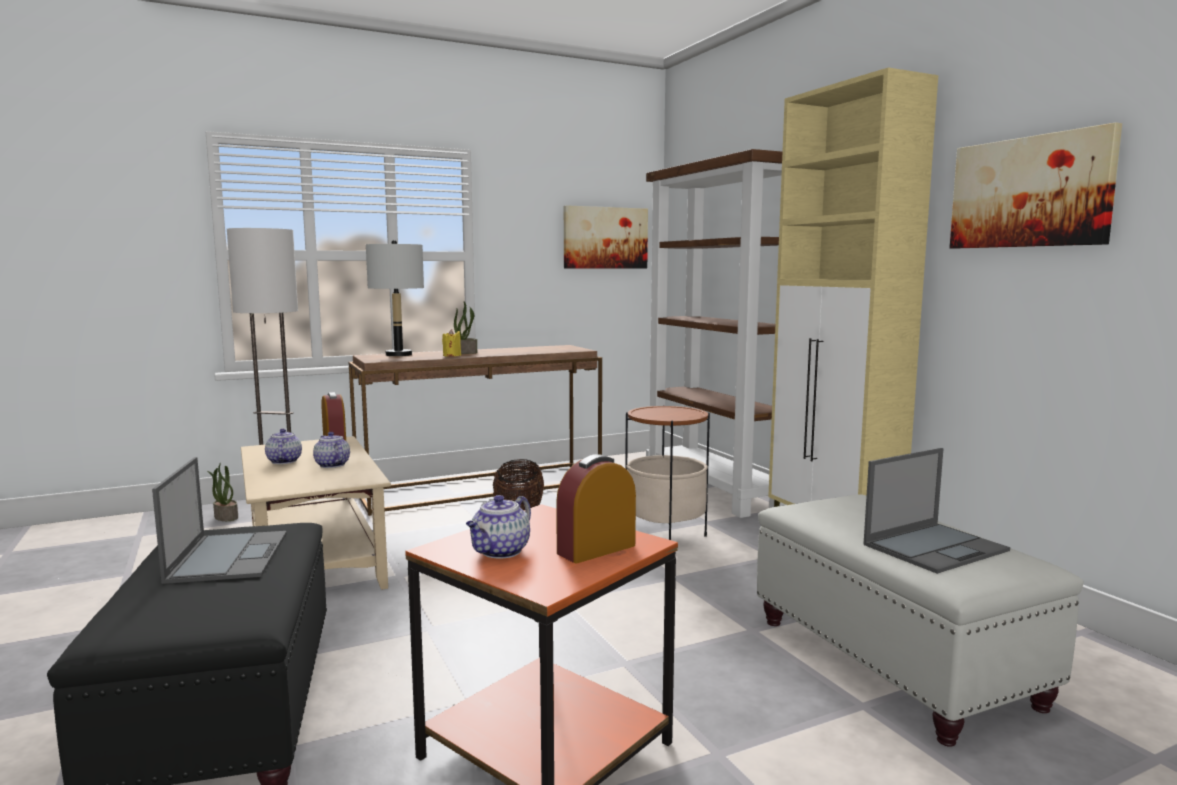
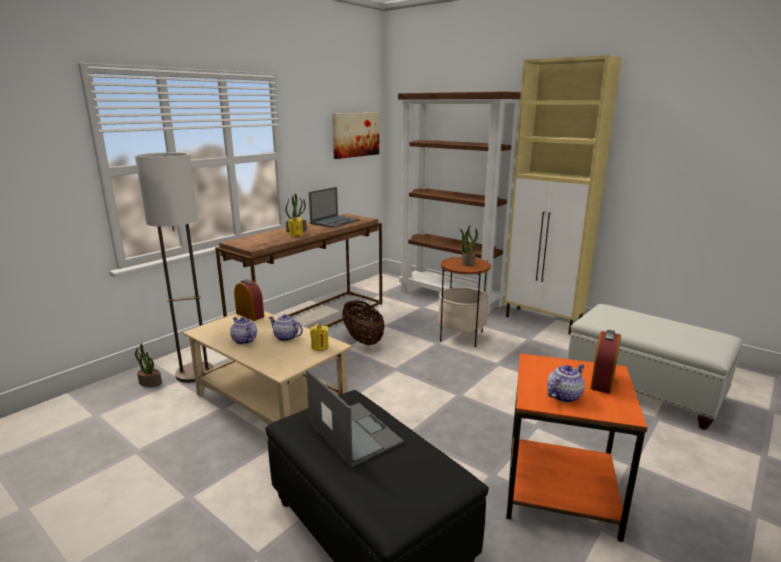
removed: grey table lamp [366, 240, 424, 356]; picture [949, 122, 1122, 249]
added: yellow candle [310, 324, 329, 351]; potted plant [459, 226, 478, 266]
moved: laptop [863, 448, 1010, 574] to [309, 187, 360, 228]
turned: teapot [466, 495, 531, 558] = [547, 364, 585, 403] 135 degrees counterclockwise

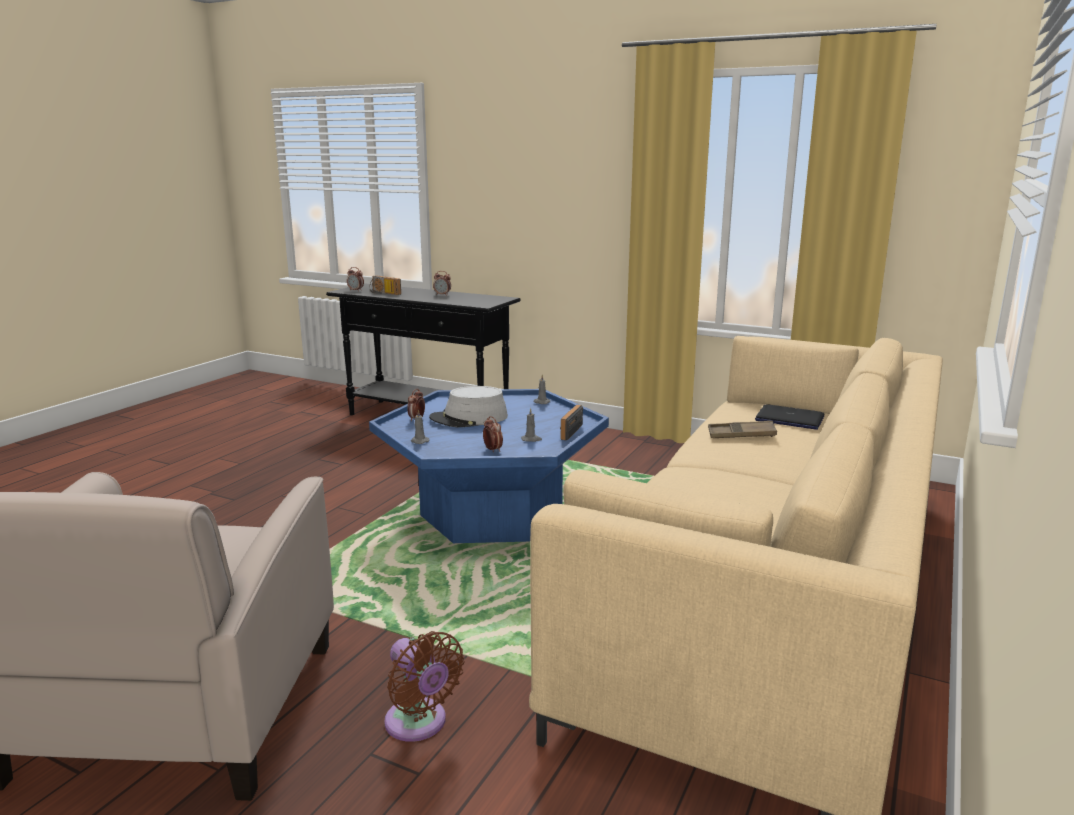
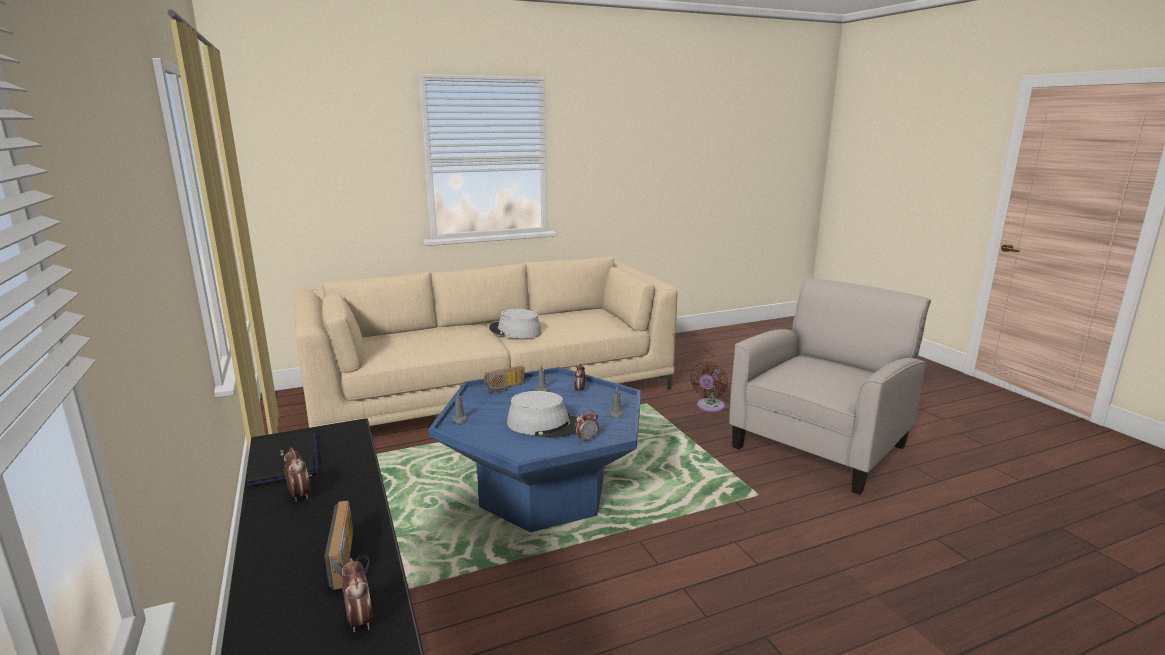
removed: brown tray [708, 421, 777, 438]
added: grey hat [489, 309, 542, 338]
moved: laptop [755, 405, 824, 430] to [247, 432, 319, 487]
turned: brown fan [384, 631, 464, 742] = [690, 362, 728, 412] 150 degrees counterclockwise

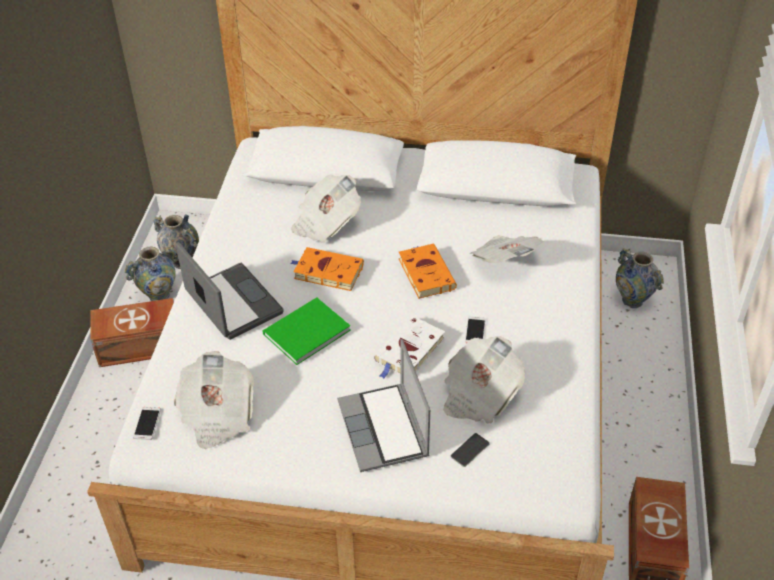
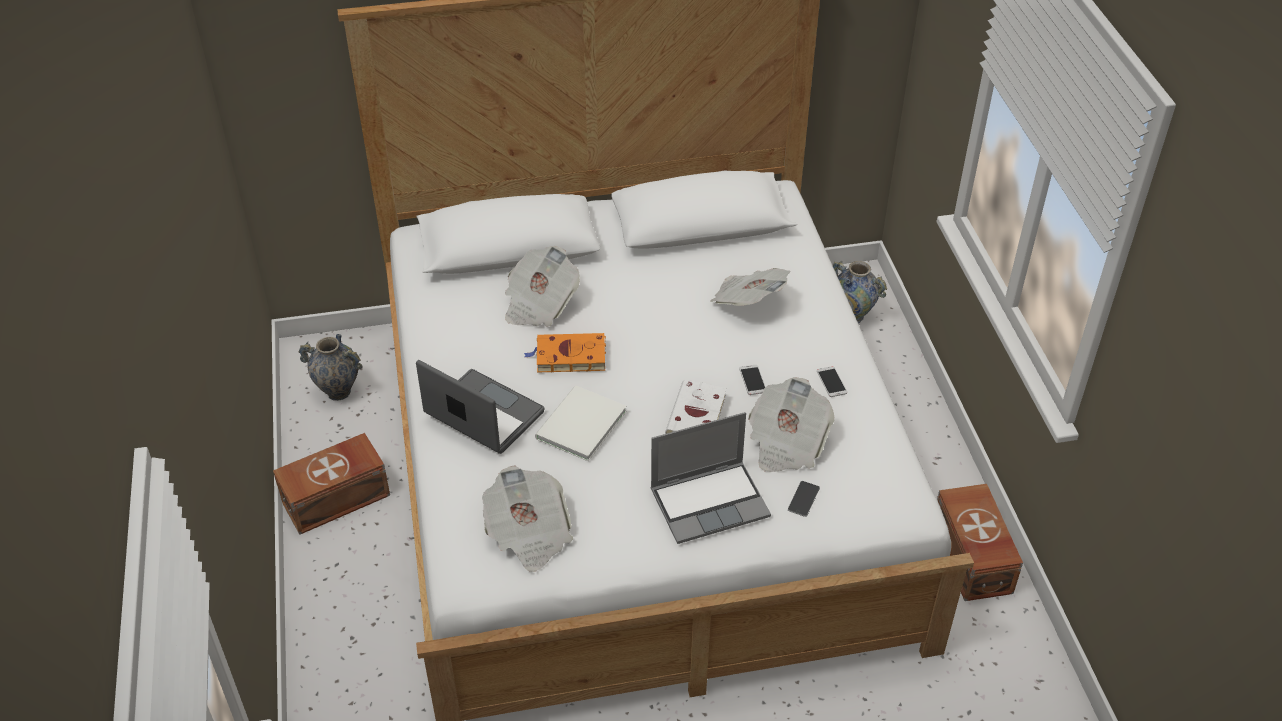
removed: vase [125, 246, 178, 301]; orange book [399, 244, 457, 299]
moved: phone [133, 407, 161, 440] to [817, 366, 847, 397]
recoloured: green book [262, 297, 351, 365] to white book [535, 386, 627, 461]
turned: laptop [337, 339, 430, 472] = [650, 412, 771, 544] 75 degrees counterclockwise

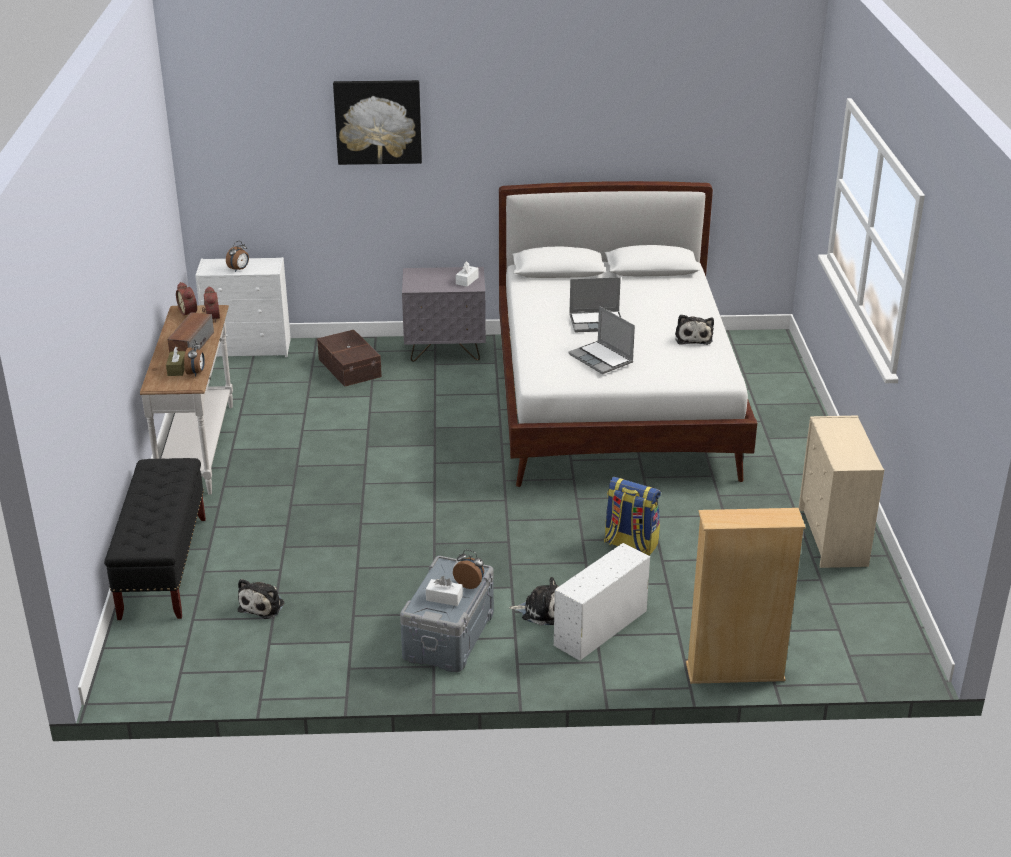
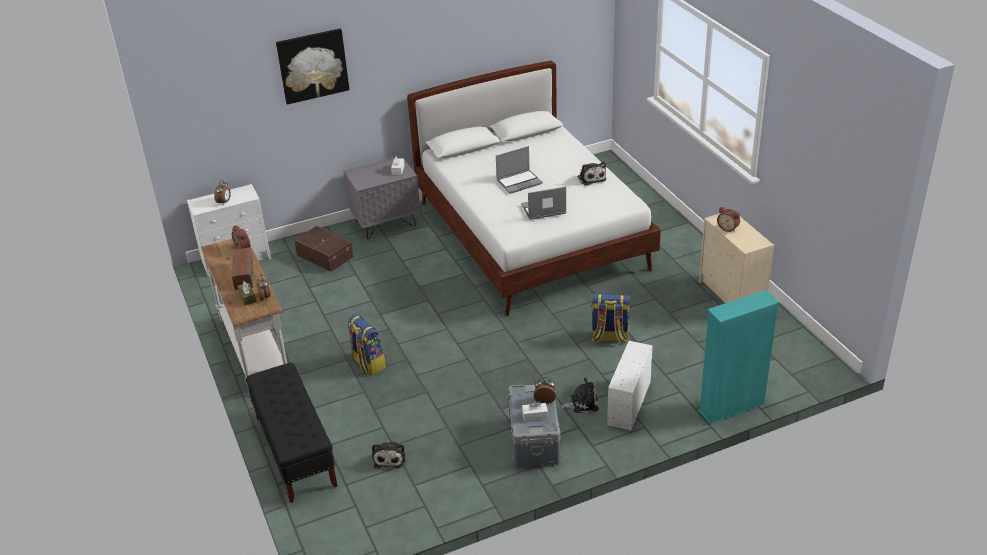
added: backpack [347, 314, 386, 375]
moved: alarm clock [176, 282, 197, 315] to [717, 207, 740, 232]
recoloured: beige bookcase [686, 508, 806, 684] to turquoise bookcase [698, 290, 779, 424]
turned: laptop [568, 306, 635, 374] = [521, 186, 567, 220] 135 degrees clockwise

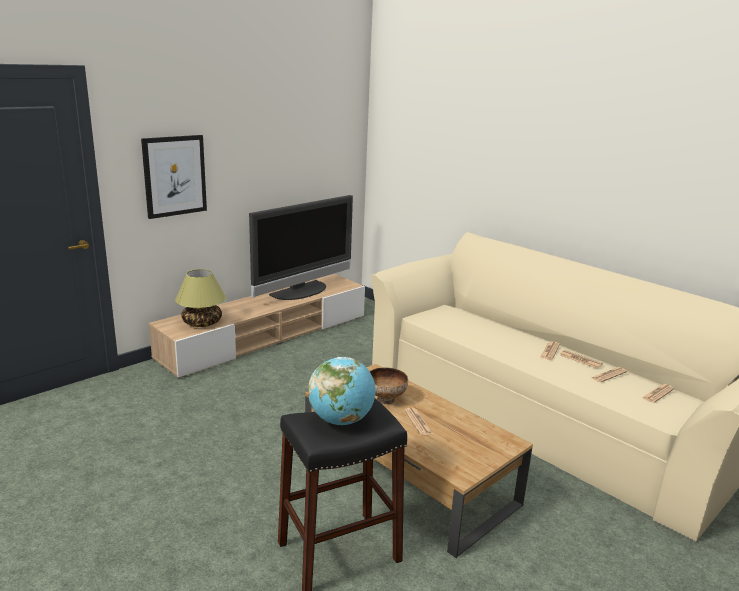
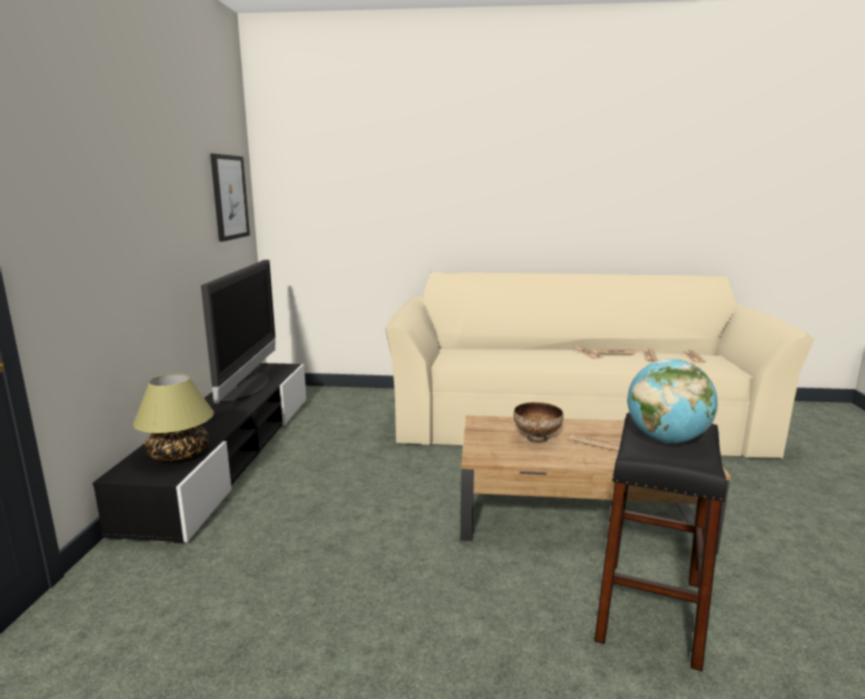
moved: picture [141, 135, 207, 219] to [210, 154, 250, 242]
recoloured: beige tv stand [149, 274, 365, 378] to black tv stand [93, 363, 306, 544]

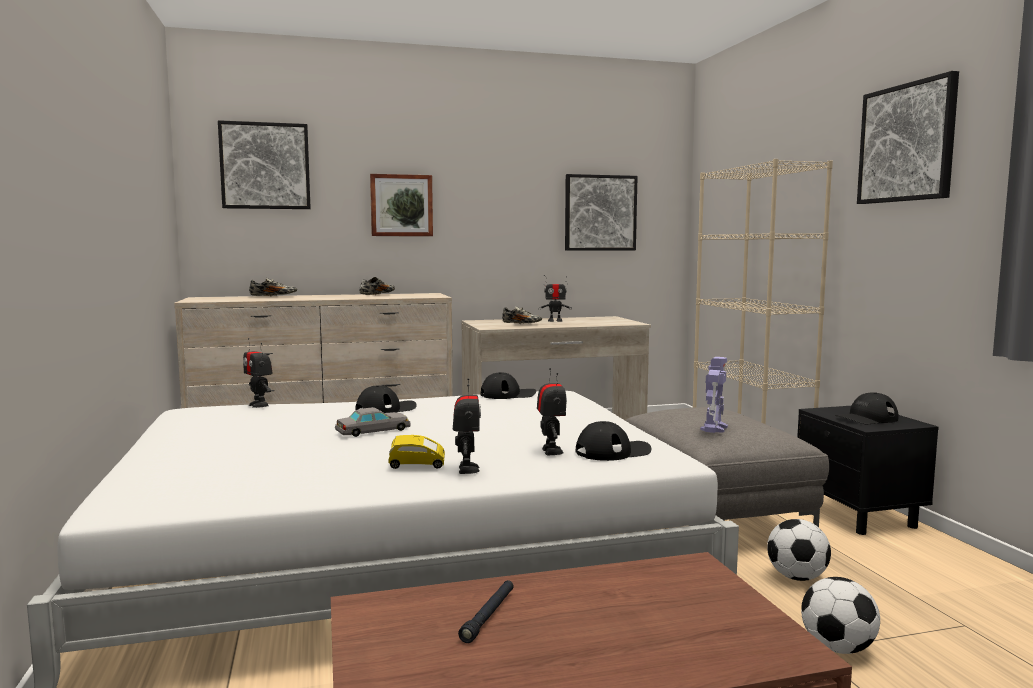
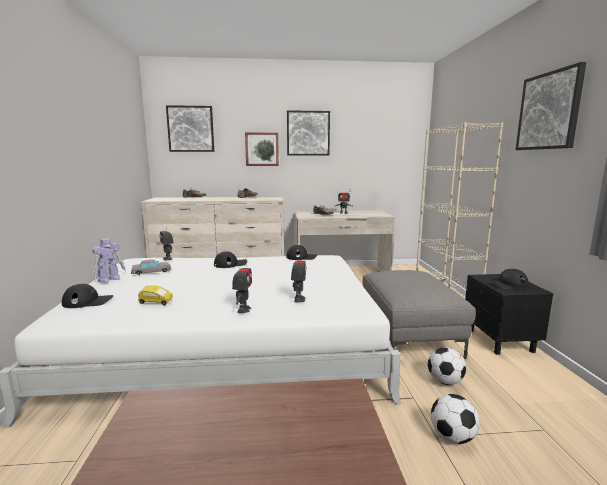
removed: black flashlight [458, 580, 514, 643]
moved: black cap [576, 421, 651, 461] to [62, 284, 113, 308]; toy robot [700, 357, 728, 433] to [92, 238, 126, 283]; grey toy car [335, 407, 410, 437] to [131, 260, 171, 275]; yellow toy car [388, 435, 445, 469] to [138, 285, 173, 305]; picture [565, 174, 638, 251] to [287, 110, 330, 155]

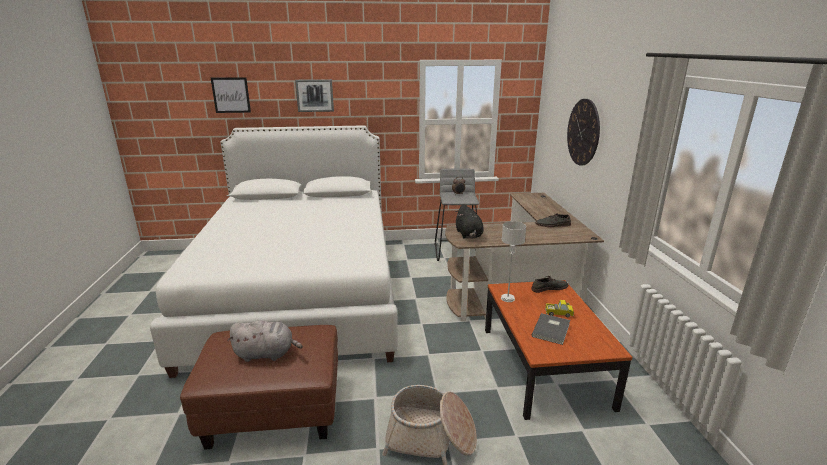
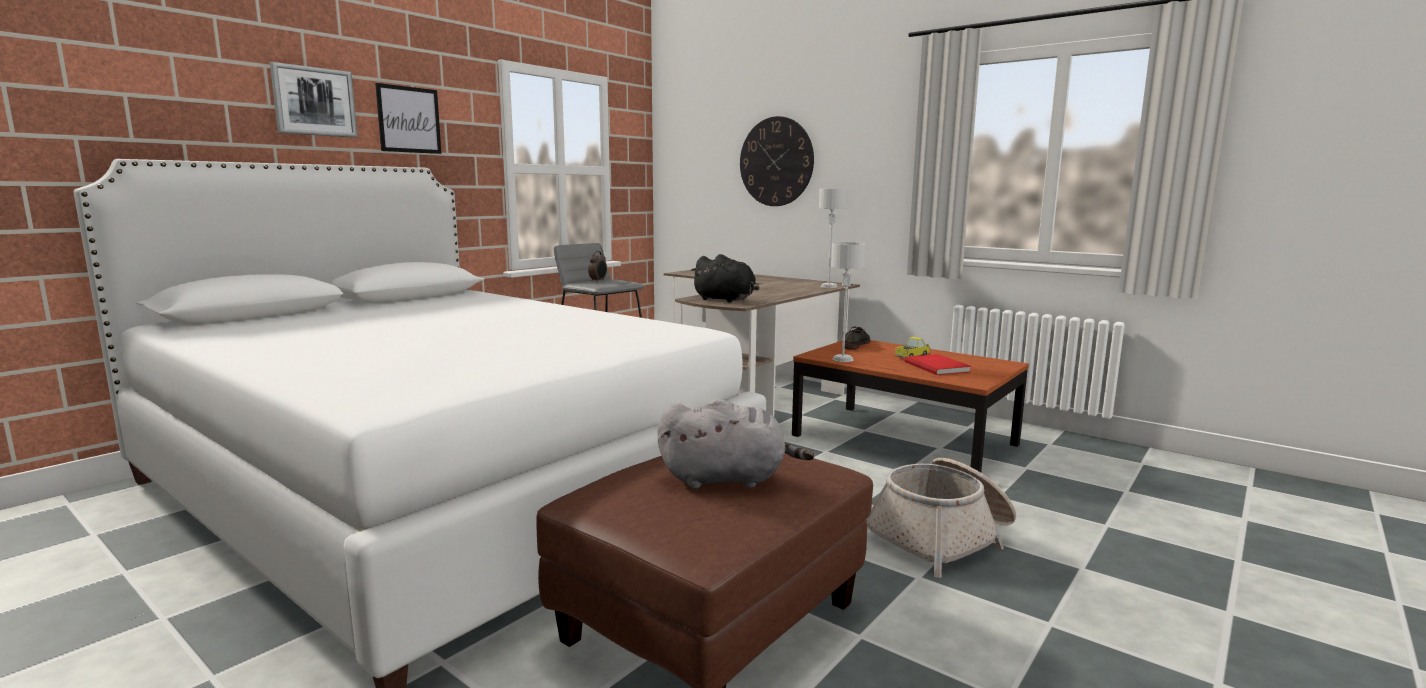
removed: grey shoe [535, 213, 571, 227]
added: grey table lamp [819, 189, 847, 288]
moved: picture [211, 77, 251, 113] to [375, 83, 442, 154]
recoloured: grey book [532, 313, 570, 345] to red book [904, 354, 972, 375]
turned: grey plush toy [227, 320, 303, 362] = [657, 399, 814, 489] 45 degrees clockwise

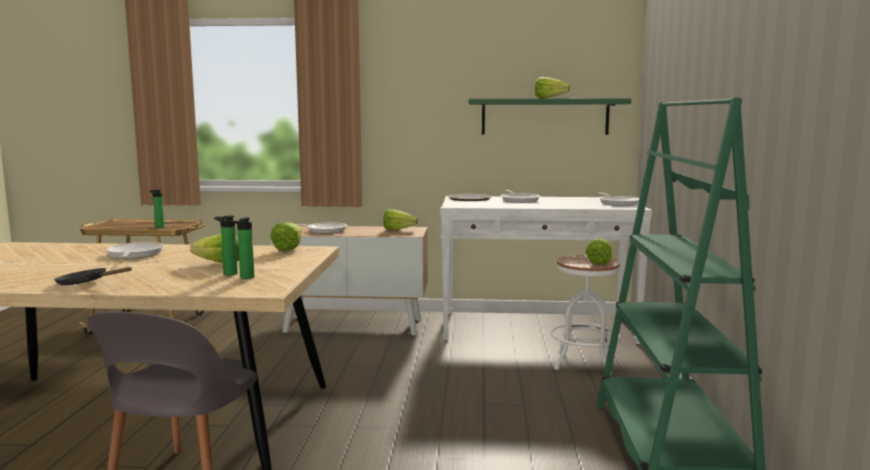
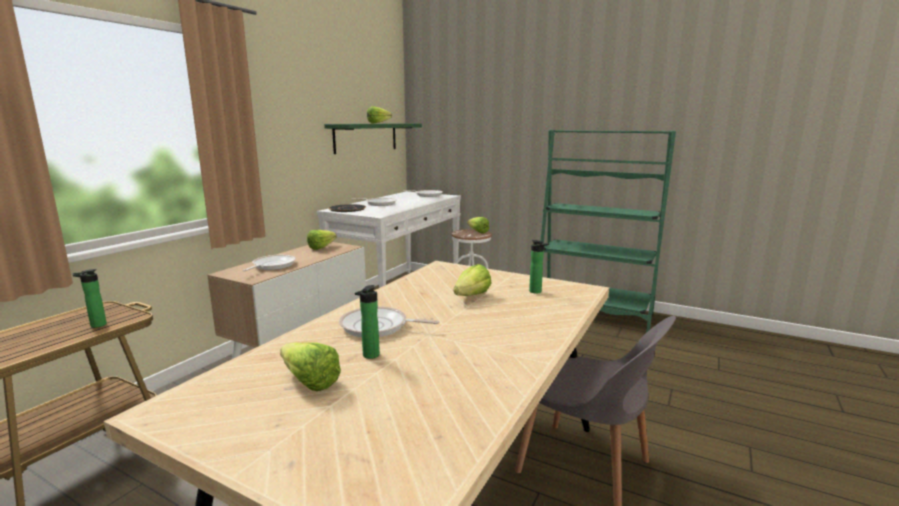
removed: black frying pan [54, 267, 132, 285]
moved: lettuce [270, 222, 302, 252] to [280, 342, 341, 391]; bottle [214, 215, 238, 275] to [355, 285, 380, 359]

